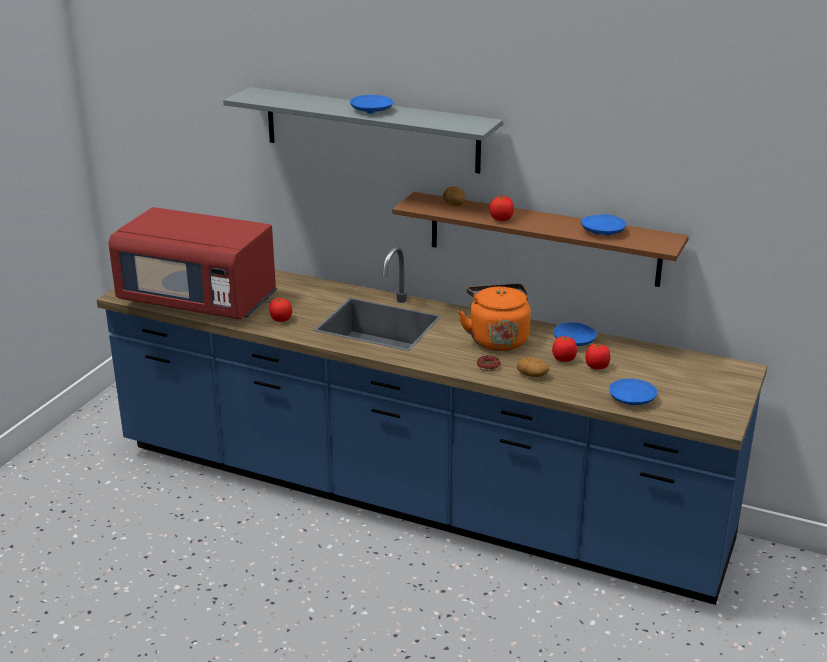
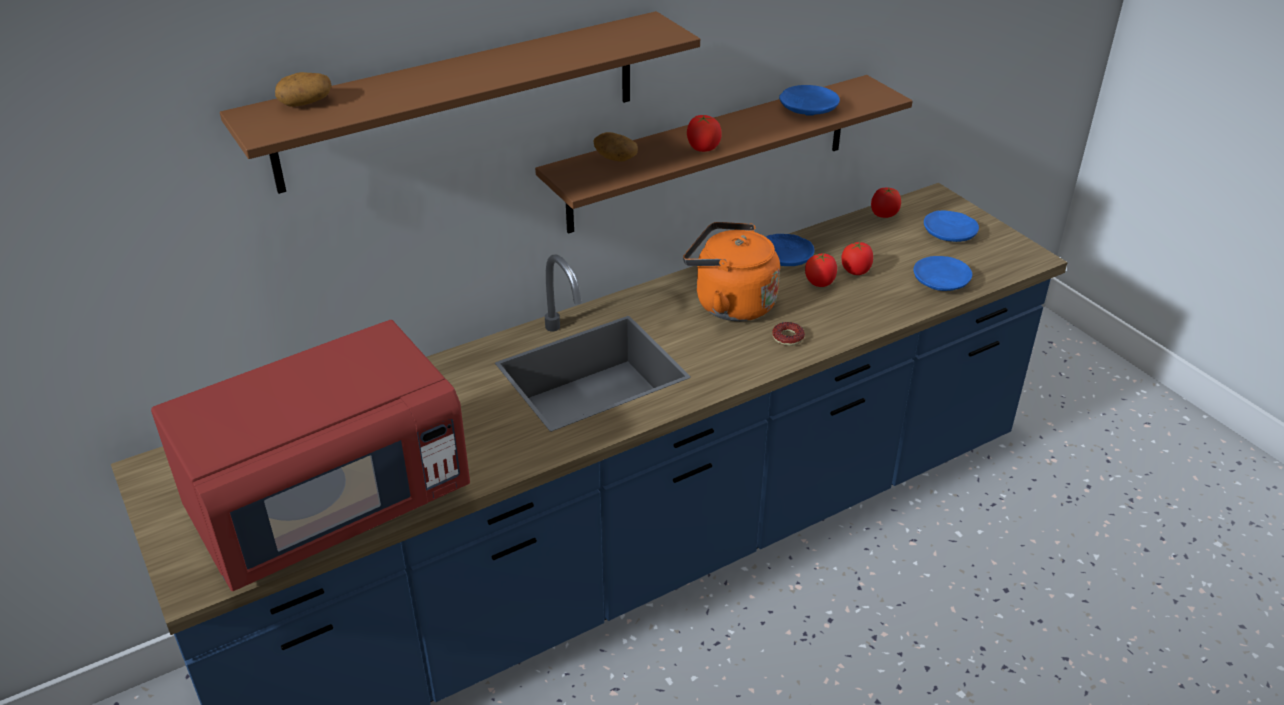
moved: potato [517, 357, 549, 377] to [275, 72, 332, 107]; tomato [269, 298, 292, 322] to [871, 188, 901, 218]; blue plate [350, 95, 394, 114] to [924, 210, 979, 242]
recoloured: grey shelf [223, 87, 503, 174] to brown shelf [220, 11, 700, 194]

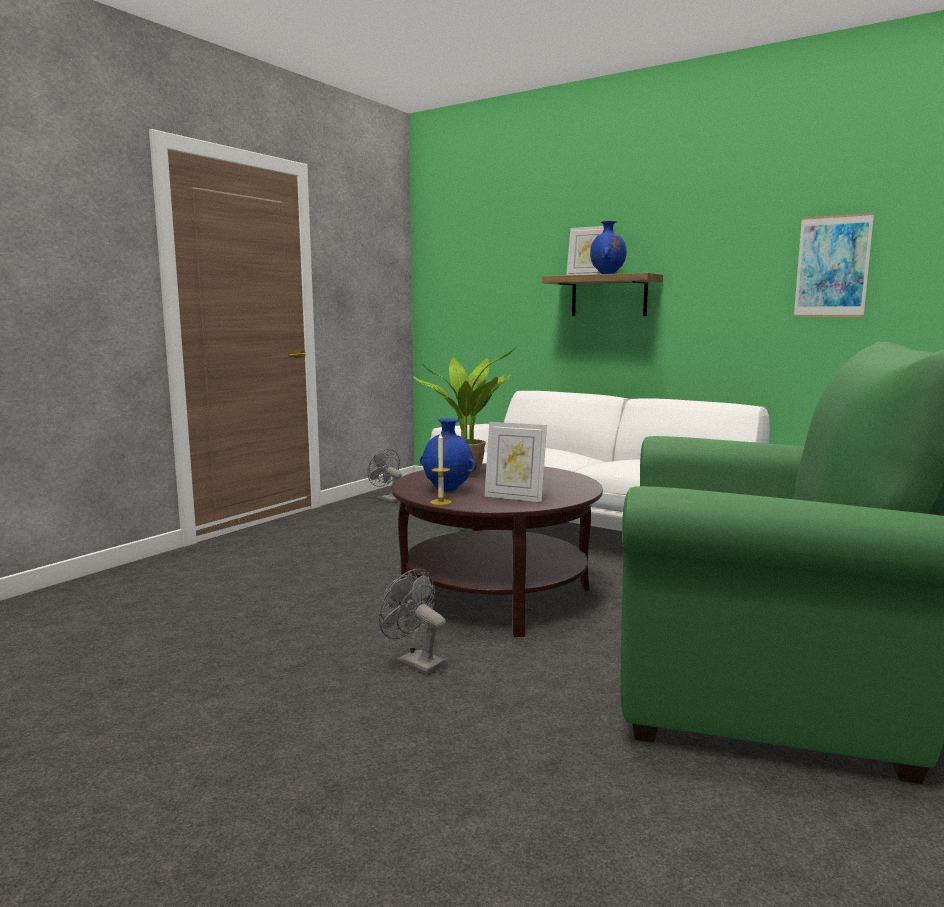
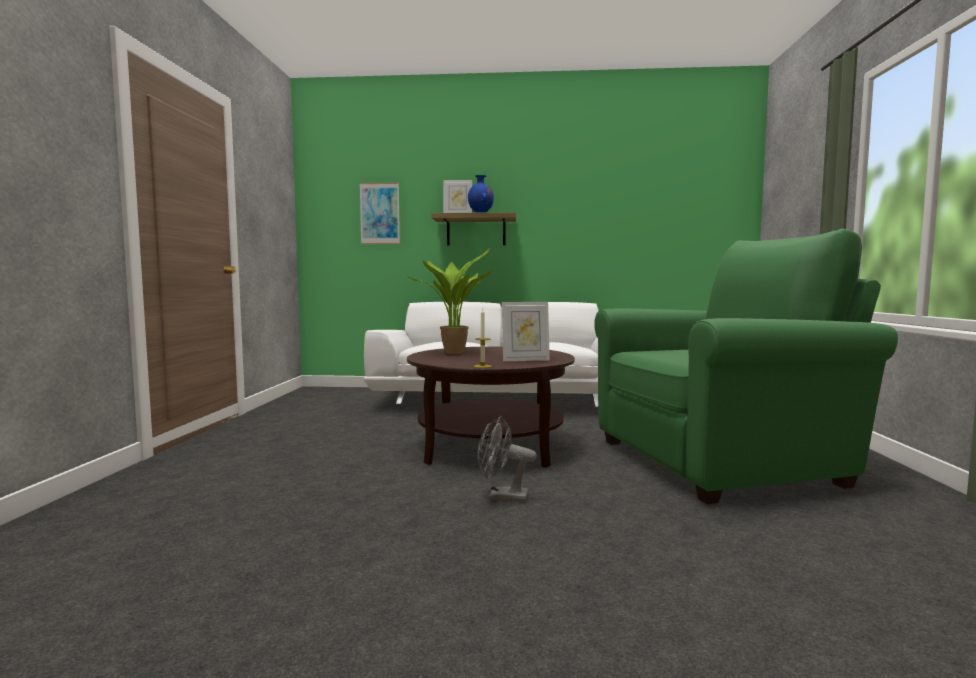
removed: grey fan [368, 449, 402, 503]; blue vase [420, 418, 477, 492]
moved: picture [794, 213, 874, 317] to [360, 182, 400, 244]

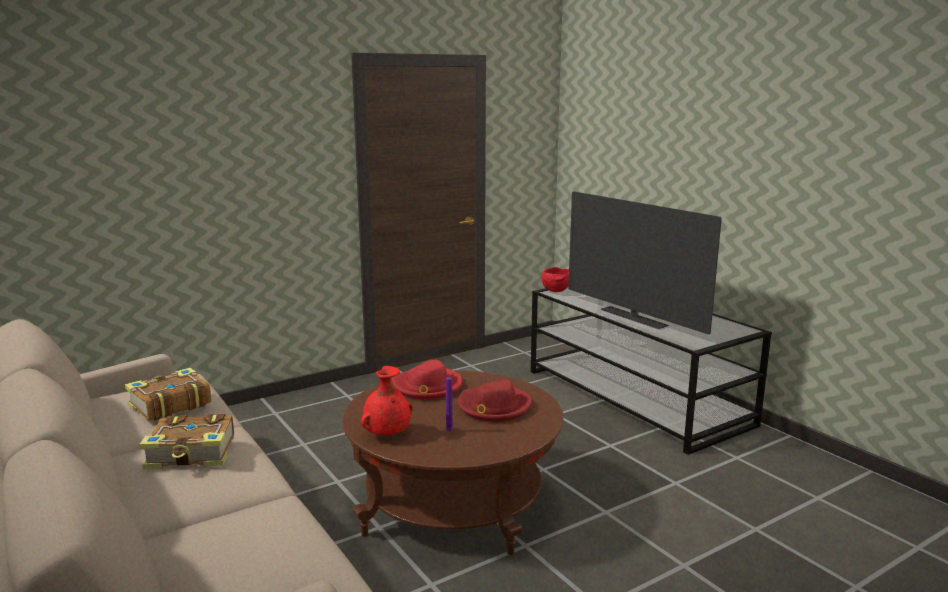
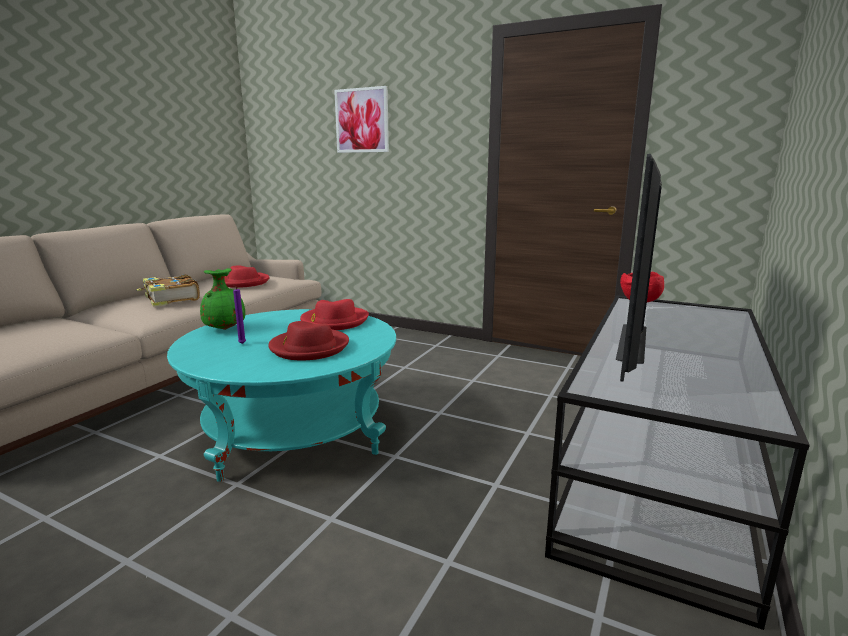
added: picture [334, 86, 389, 153]
replaced: book [125, 368, 211, 421] to red hat [225, 266, 270, 288]
recoloured: brown coffee table [342, 370, 564, 555] to turquoise coffee table [167, 309, 396, 482]; red vase [361, 366, 413, 435] to green vase [200, 268, 245, 330]

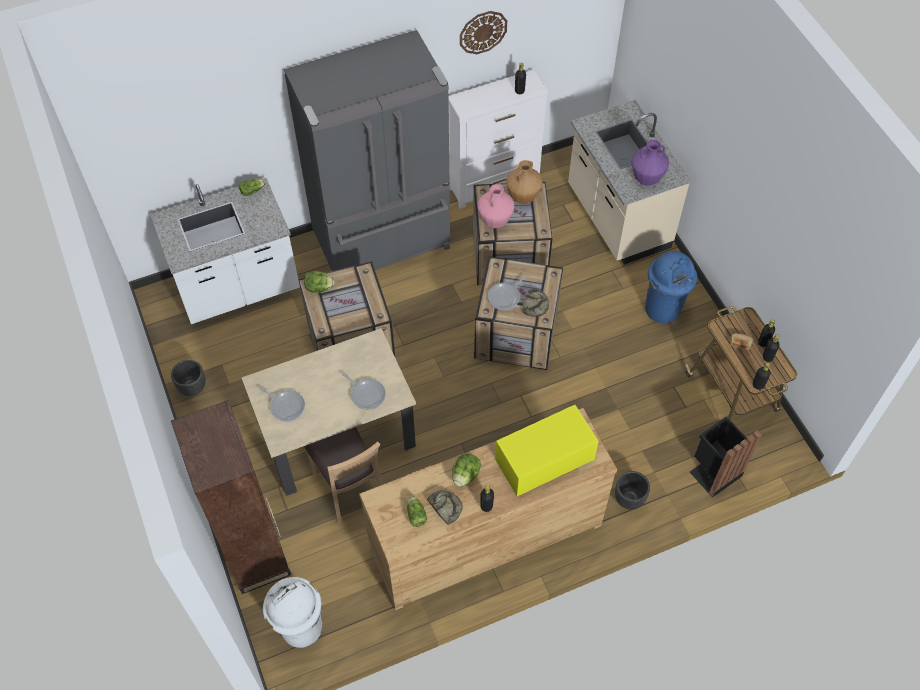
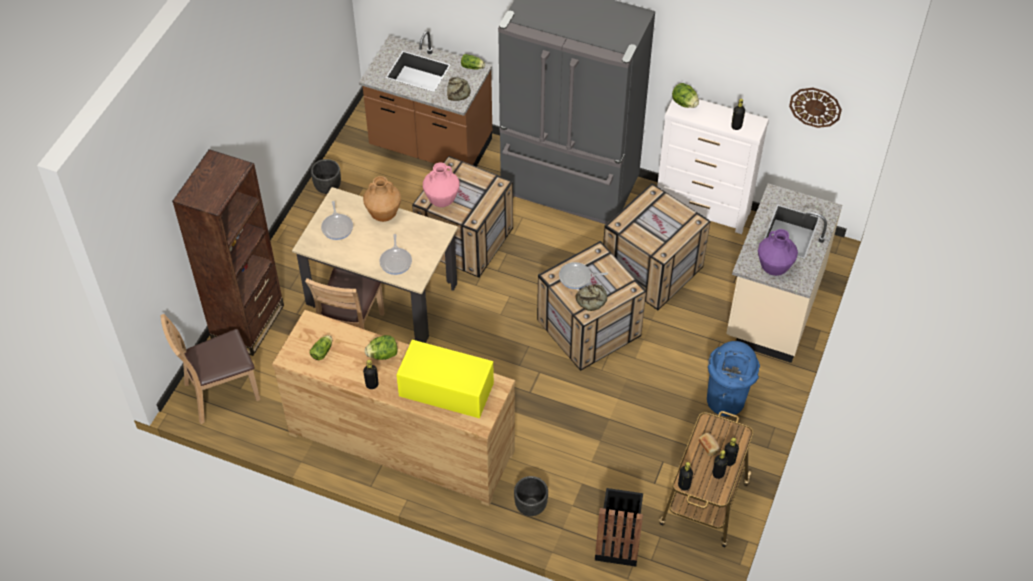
moved: brown vase [506, 160, 543, 204] to [363, 176, 401, 222]; pink vase [478, 184, 514, 228] to [423, 163, 459, 207]; bread [427, 490, 463, 525] to [447, 77, 471, 101]; lettuce [304, 271, 335, 293] to [672, 83, 699, 108]; wall clock [460, 11, 507, 54] to [789, 88, 842, 128]
replaced: white trash can [263, 577, 322, 648] to brown chair [161, 314, 260, 424]
recoloured: white counter [150, 178, 300, 324] to brown counter [359, 31, 492, 167]

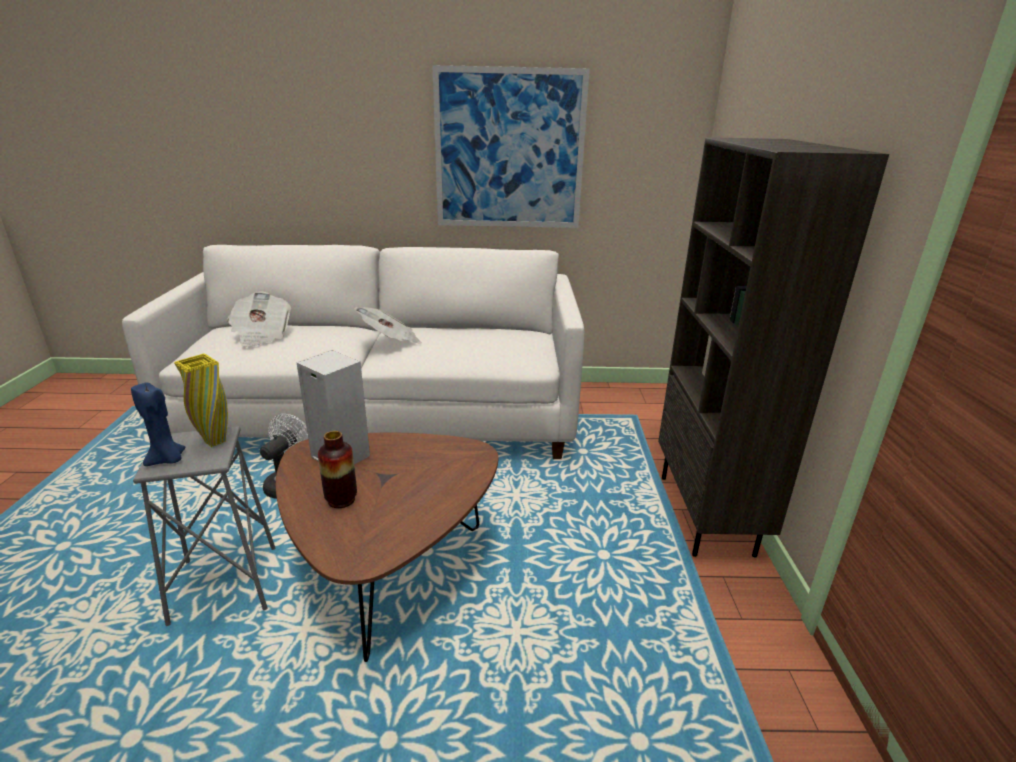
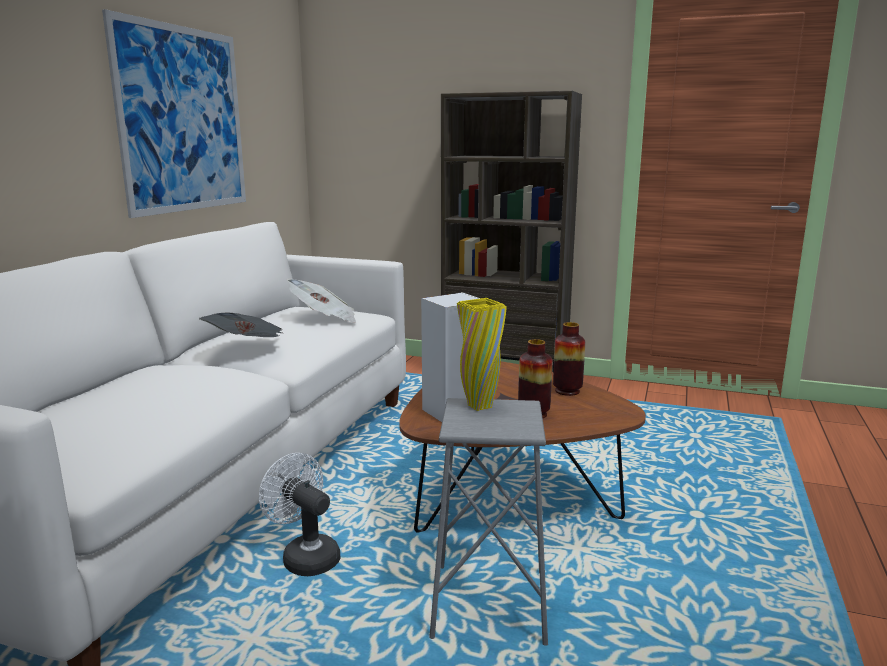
removed: blue candle [131, 383, 185, 466]
added: vase [553, 322, 585, 396]
moved: newspaper [227, 291, 291, 347] to [287, 279, 356, 323]

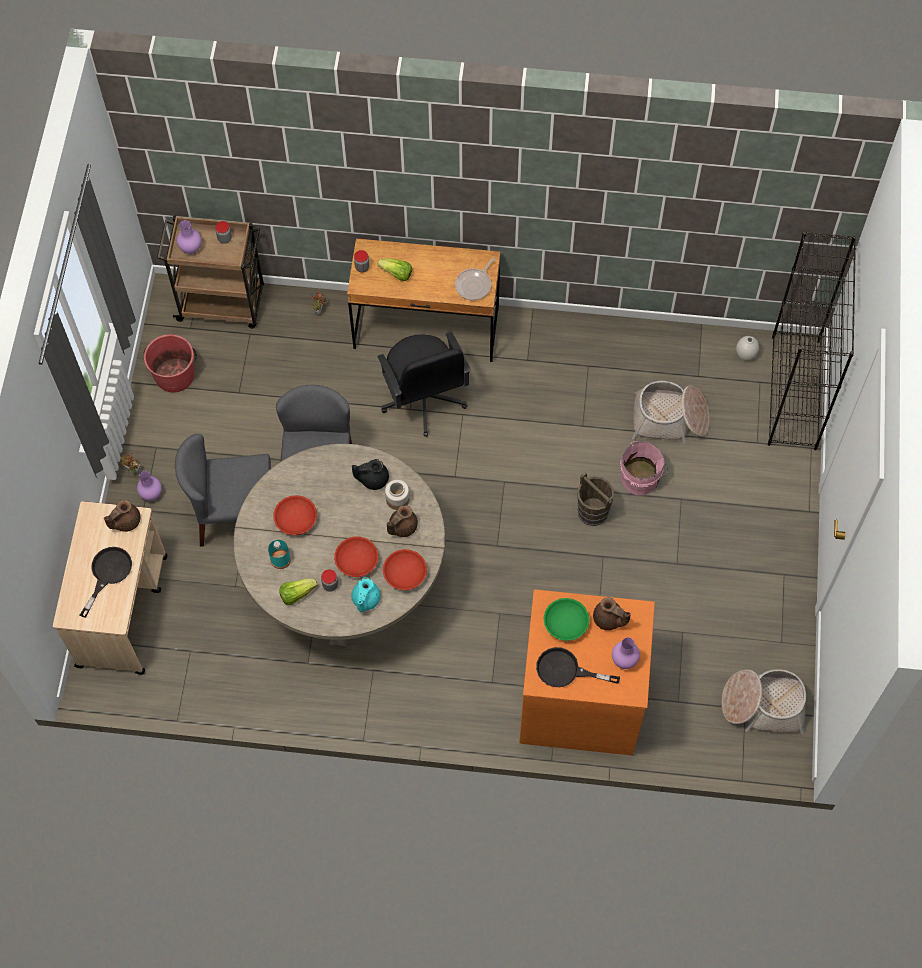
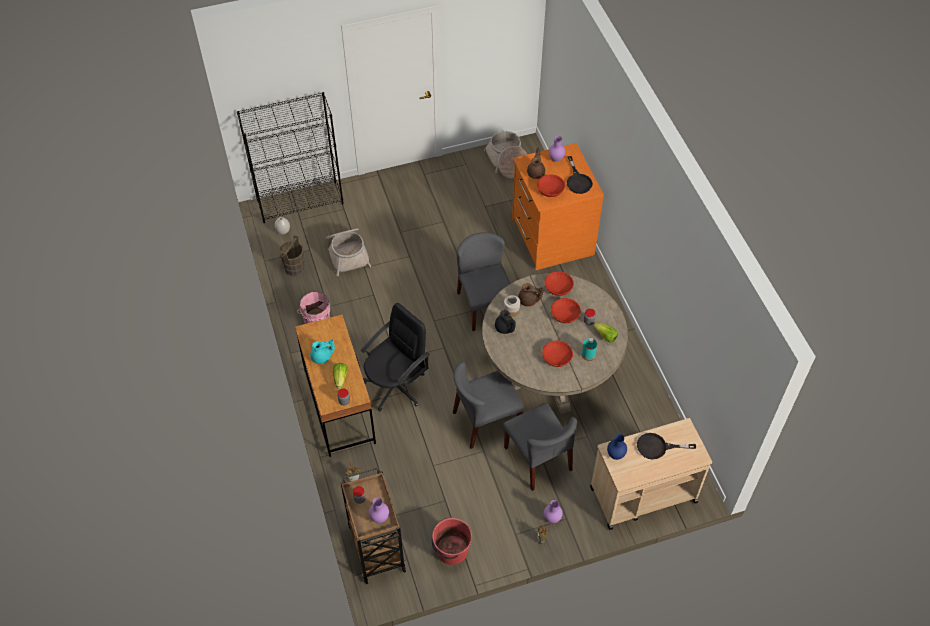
removed: frying pan [455, 257, 495, 300]
added: grey chair [457, 232, 511, 331]
moved: brown bucket [577, 472, 614, 526] to [279, 235, 305, 276]; pink bucket [620, 441, 668, 495] to [297, 292, 330, 324]; turquoise teapot [351, 577, 381, 612] to [310, 339, 335, 364]
replaced: brown teapot [104, 500, 140, 532] to blue vase [607, 434, 627, 460]
recoloured: green bowl [544, 598, 590, 641] to red bowl [537, 174, 565, 197]

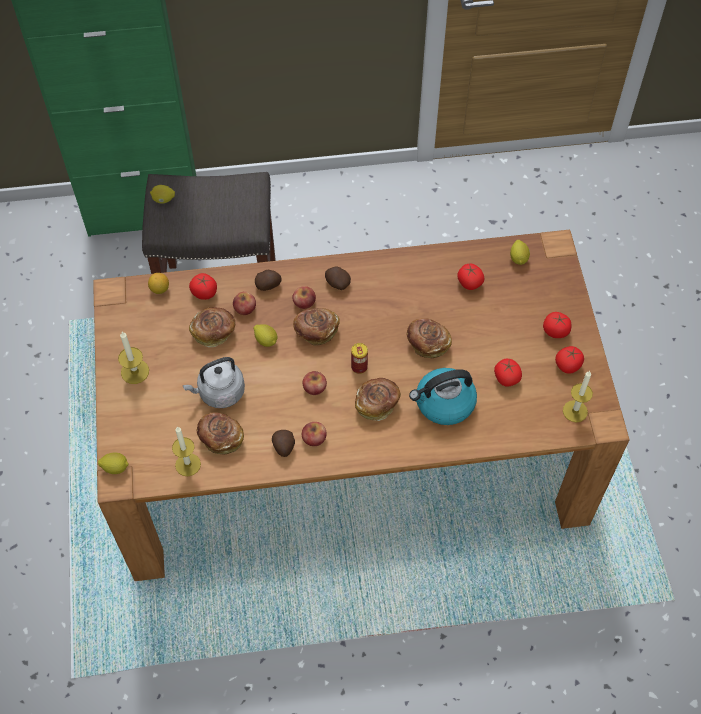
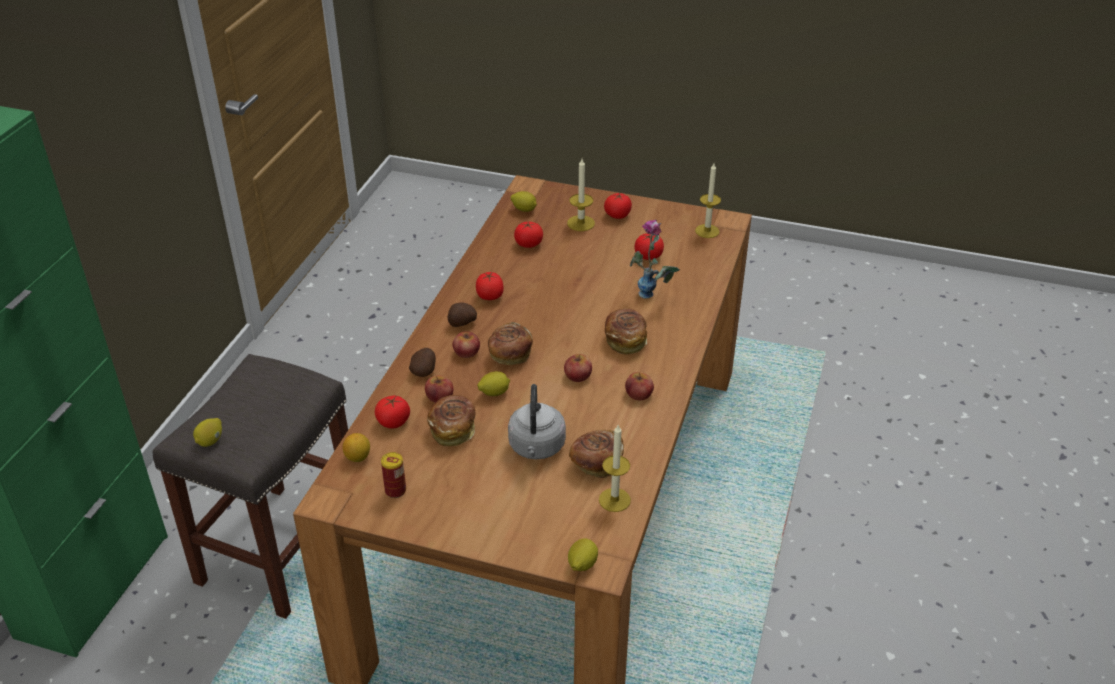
removed: potato [272, 430, 295, 457]; bread [406, 318, 452, 358]
moved: can [351, 343, 368, 374] to [381, 452, 406, 498]; tomato [555, 346, 584, 374] to [476, 272, 504, 300]; candle [118, 332, 149, 384] to [567, 159, 595, 231]
replaced: kettle [409, 368, 477, 425] to vase [630, 220, 680, 298]

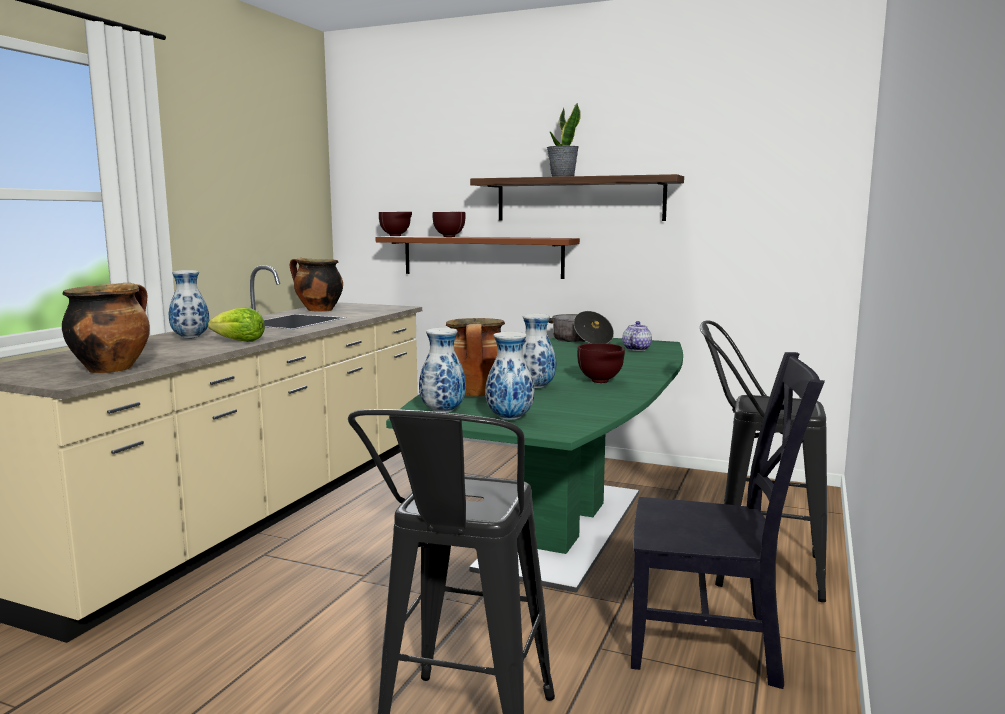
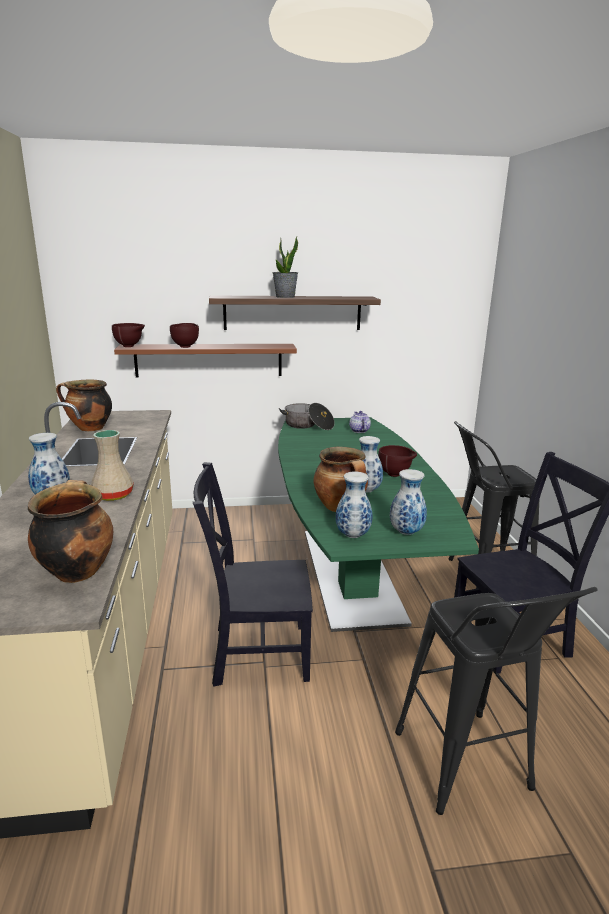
added: black chair [193, 462, 313, 687]
replaced: lettuce [208, 308, 265, 342] to beige vase [91, 430, 134, 501]

